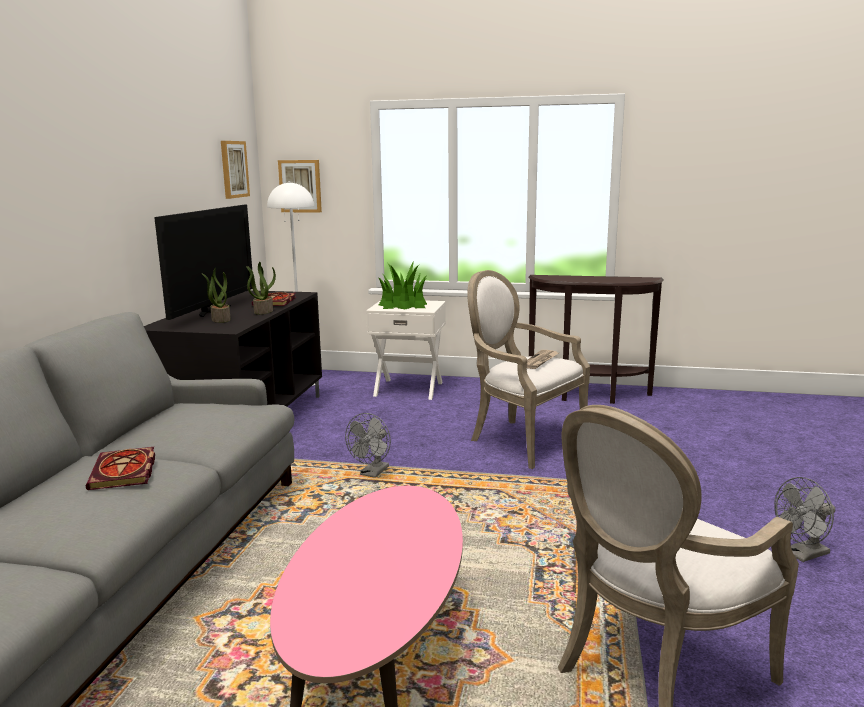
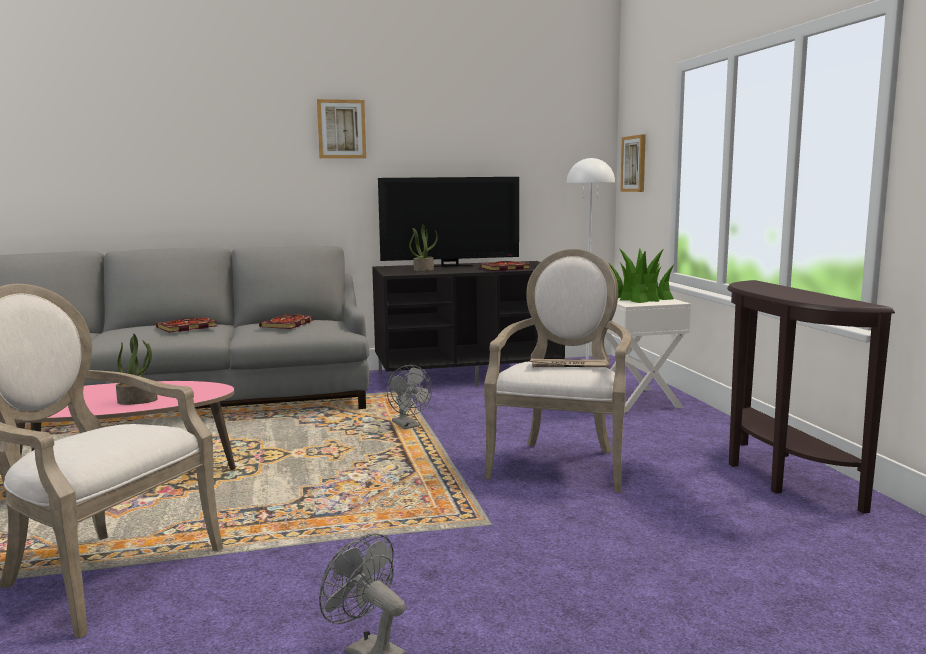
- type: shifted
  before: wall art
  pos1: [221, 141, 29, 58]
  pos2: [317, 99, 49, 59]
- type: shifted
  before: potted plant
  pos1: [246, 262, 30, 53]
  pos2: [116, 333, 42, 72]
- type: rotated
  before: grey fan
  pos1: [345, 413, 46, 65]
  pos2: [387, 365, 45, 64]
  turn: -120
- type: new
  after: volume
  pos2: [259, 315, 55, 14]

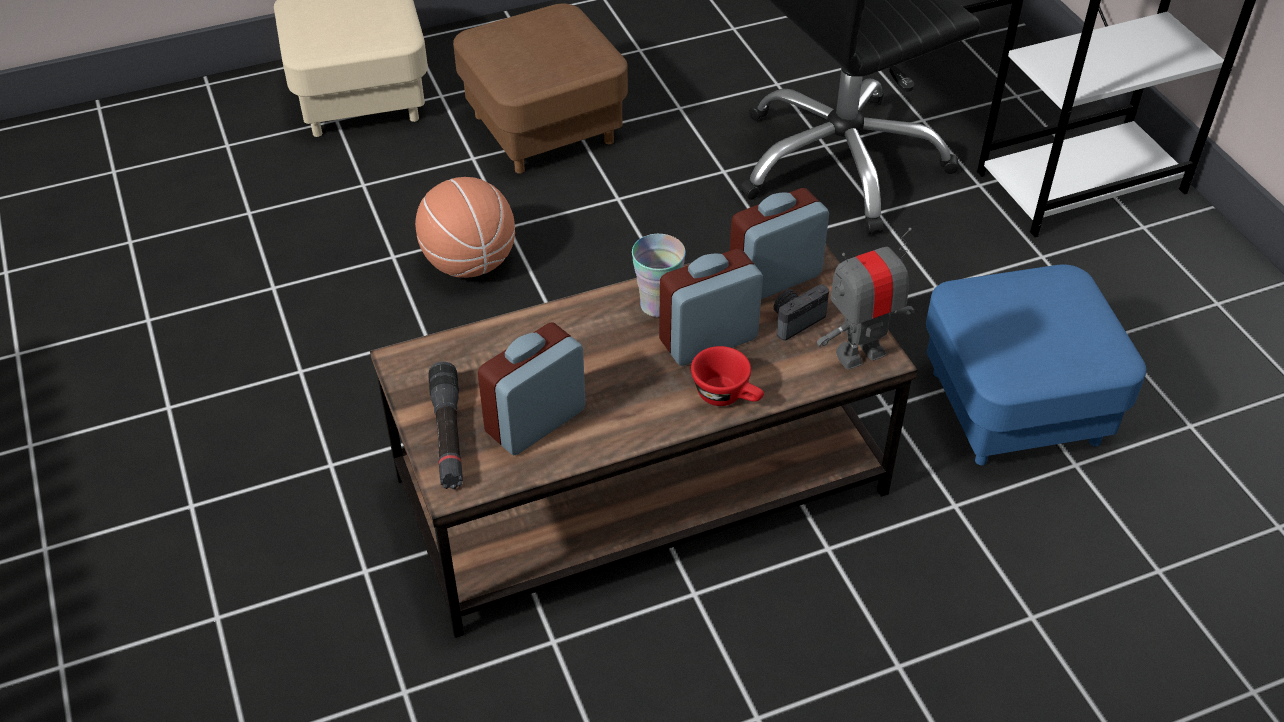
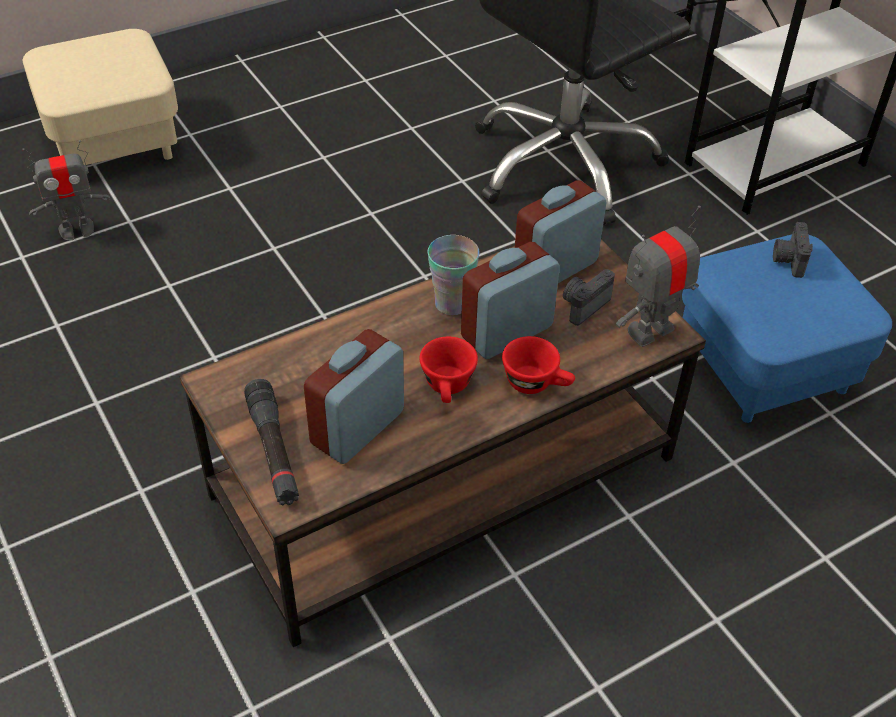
- type: gone
  before: brown-coloured footrest
  pos1: [453, 4, 175, 170]
- type: gone
  before: ball for basketball
  pos1: [415, 177, 100, 101]
- type: new
  after: robot figure
  pos2: [22, 140, 88, 100]
- type: new
  after: photo camera
  pos2: [773, 222, 40, 56]
- type: new
  after: red-coloured cup
  pos2: [420, 337, 58, 66]

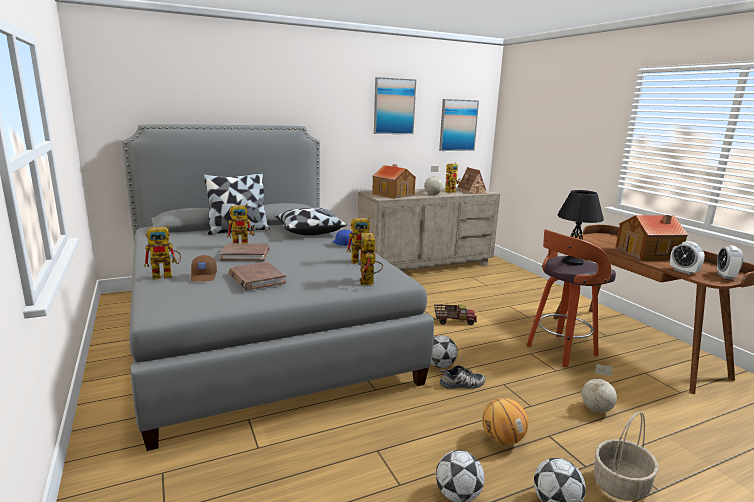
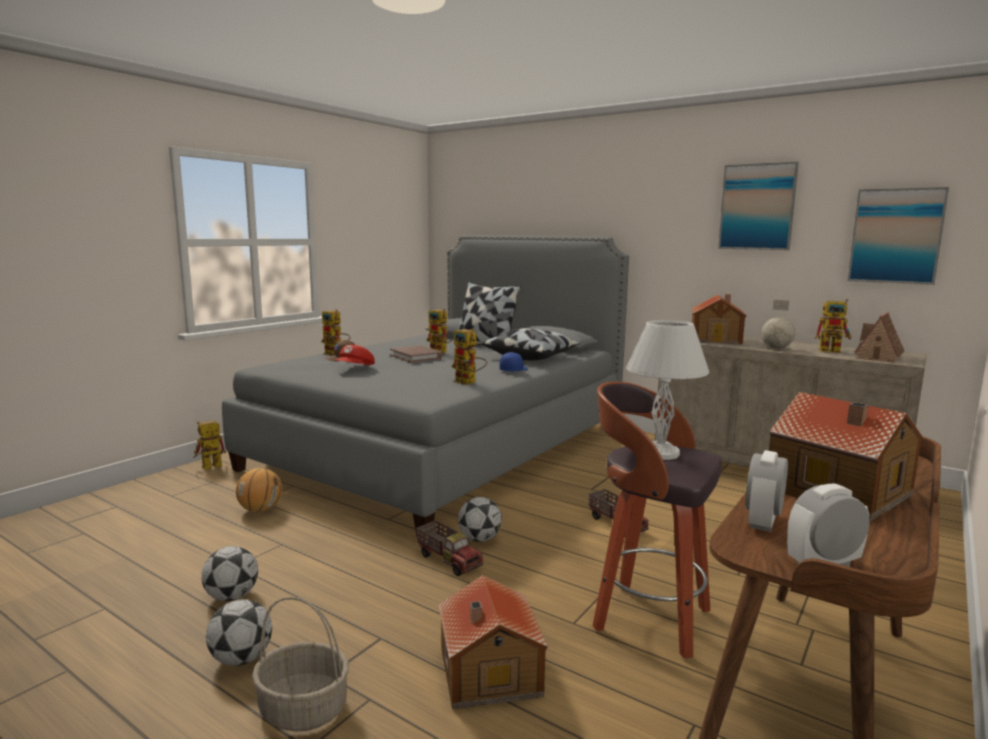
- type: repainted
  before: black lamp for a table
  after: whitish lamp for a table
  pos1: [558, 190, 46, 76]
  pos2: [626, 320, 83, 140]
- type: shifted
  before: robot figure
  pos1: [358, 233, 25, 52]
  pos2: [193, 420, 33, 49]
- type: swapped
  before: brown-coloured volume
  after: red-coloured baseball cap
  pos1: [229, 261, 57, 29]
  pos2: [335, 345, 40, 20]
- type: swapped
  before: desk globe
  after: toy house
  pos1: [582, 364, 35, 49]
  pos2: [438, 575, 110, 134]
- type: swapped
  before: shoe
  after: toy lorry
  pos1: [439, 365, 47, 24]
  pos2: [416, 521, 67, 55]
- type: shifted
  before: ball for basketball
  pos1: [482, 398, 46, 47]
  pos2: [236, 468, 46, 44]

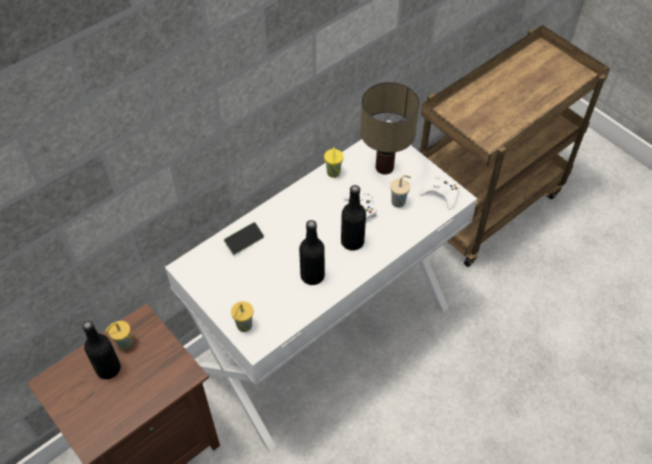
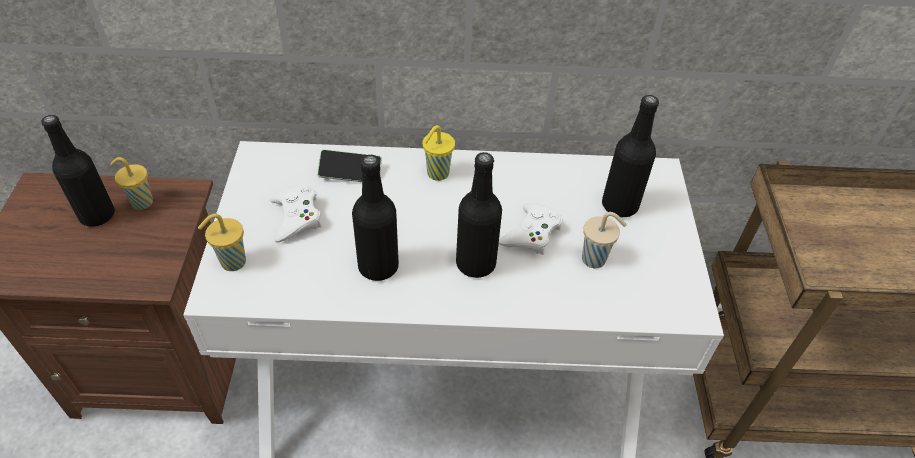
- type: swapped
  before: lamp for a table
  after: black bottle
  pos1: [360, 82, 60, 93]
  pos2: [602, 95, 57, 122]
- type: shifted
  before: yellow cup
  pos1: [324, 147, 20, 31]
  pos2: [423, 125, 32, 56]
- type: shifted
  before: whitish gamepad
  pos1: [419, 175, 40, 35]
  pos2: [269, 186, 52, 56]

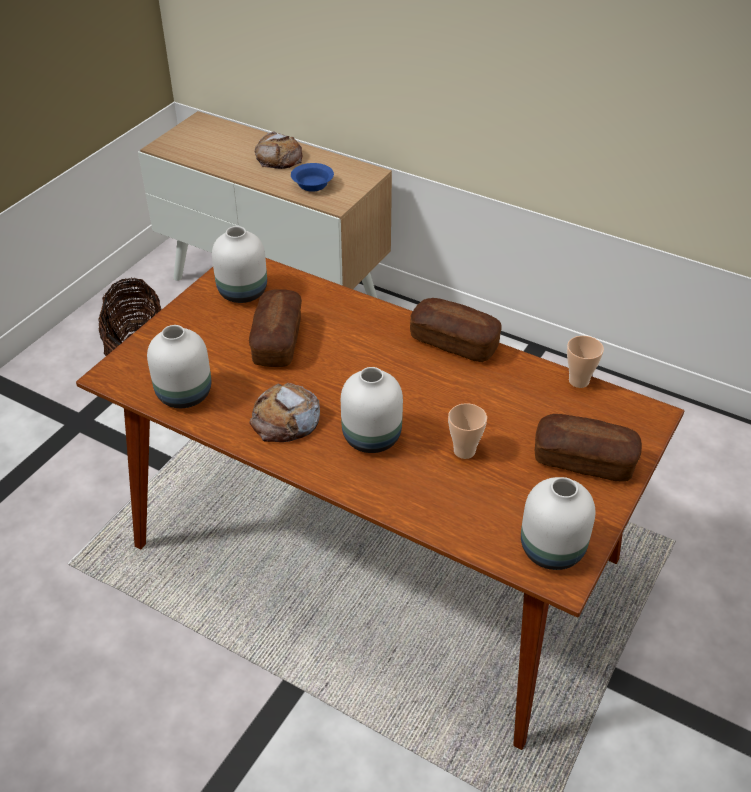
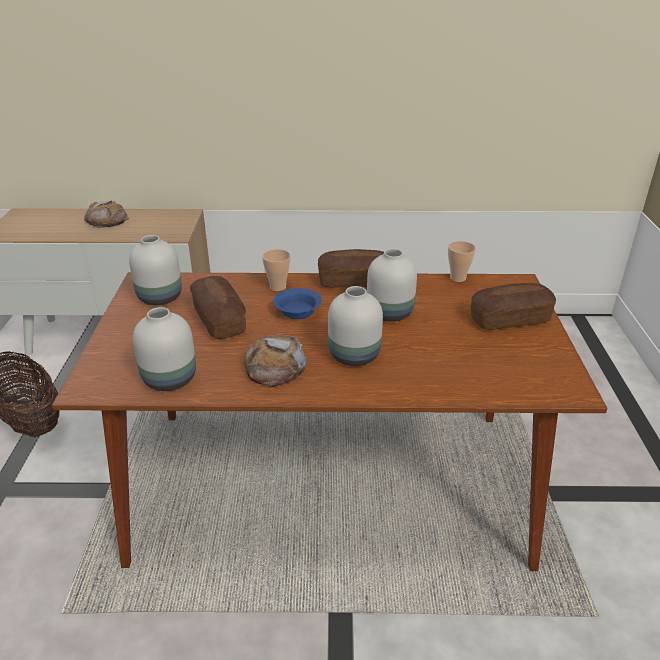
- type: shifted
  before: bluish bowl
  pos1: [291, 163, 43, 29]
  pos2: [273, 288, 49, 31]
- type: shifted
  before: cup
  pos1: [448, 403, 39, 56]
  pos2: [262, 249, 29, 42]
- type: shifted
  before: whitish decorative vase
  pos1: [521, 477, 75, 93]
  pos2: [367, 248, 50, 74]

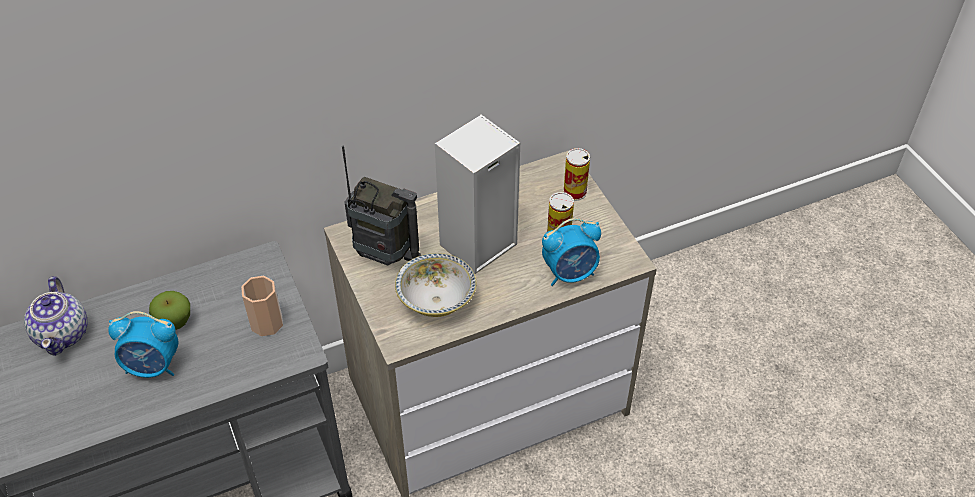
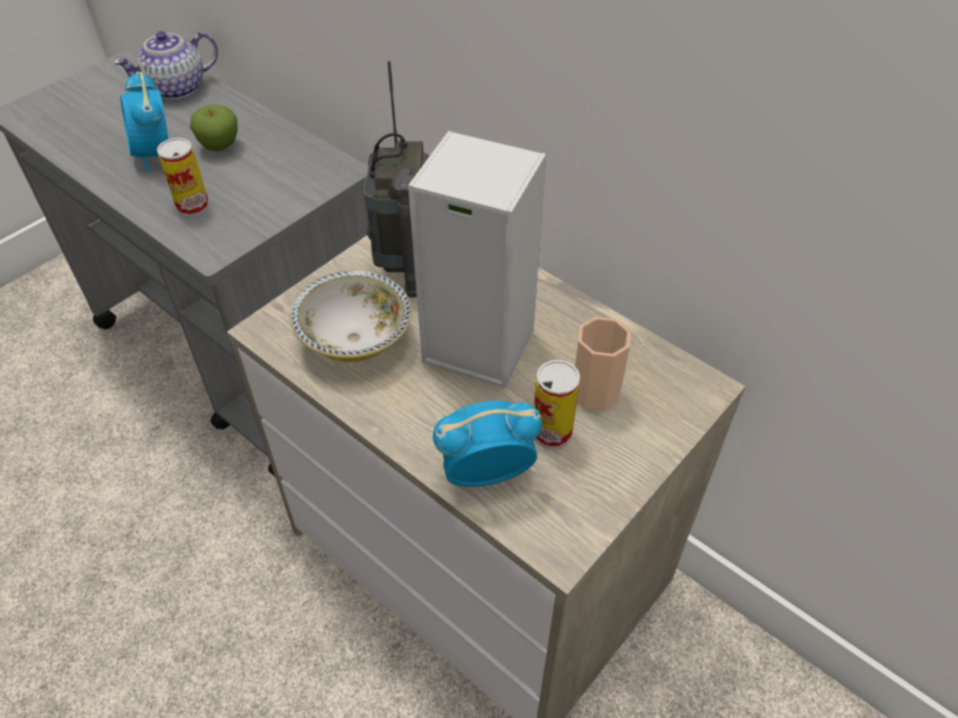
- type: shifted
  before: metal can
  pos1: [563, 148, 27, 53]
  pos2: [157, 138, 52, 78]
- type: rotated
  before: bedside clock
  pos1: [542, 218, 59, 68]
  pos2: [433, 401, 109, 86]
  turn: 120
- type: shifted
  before: cup
  pos1: [241, 276, 42, 60]
  pos2: [575, 317, 56, 95]

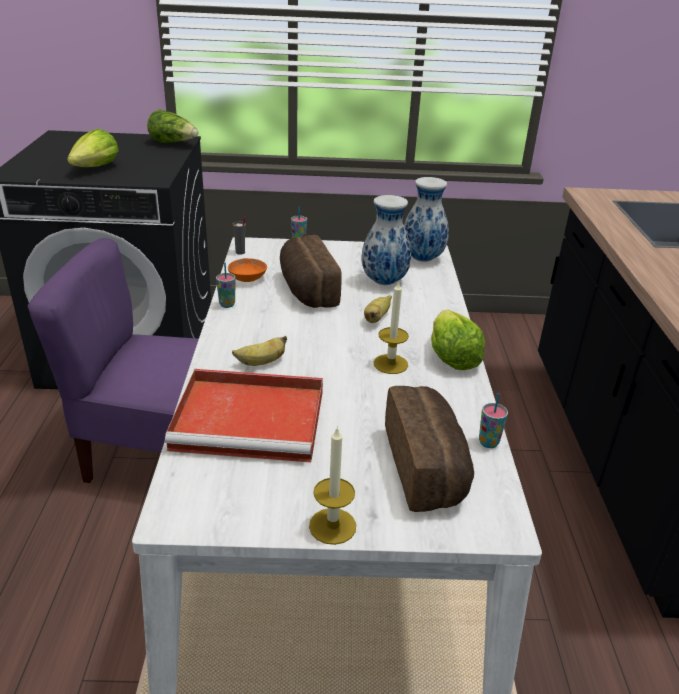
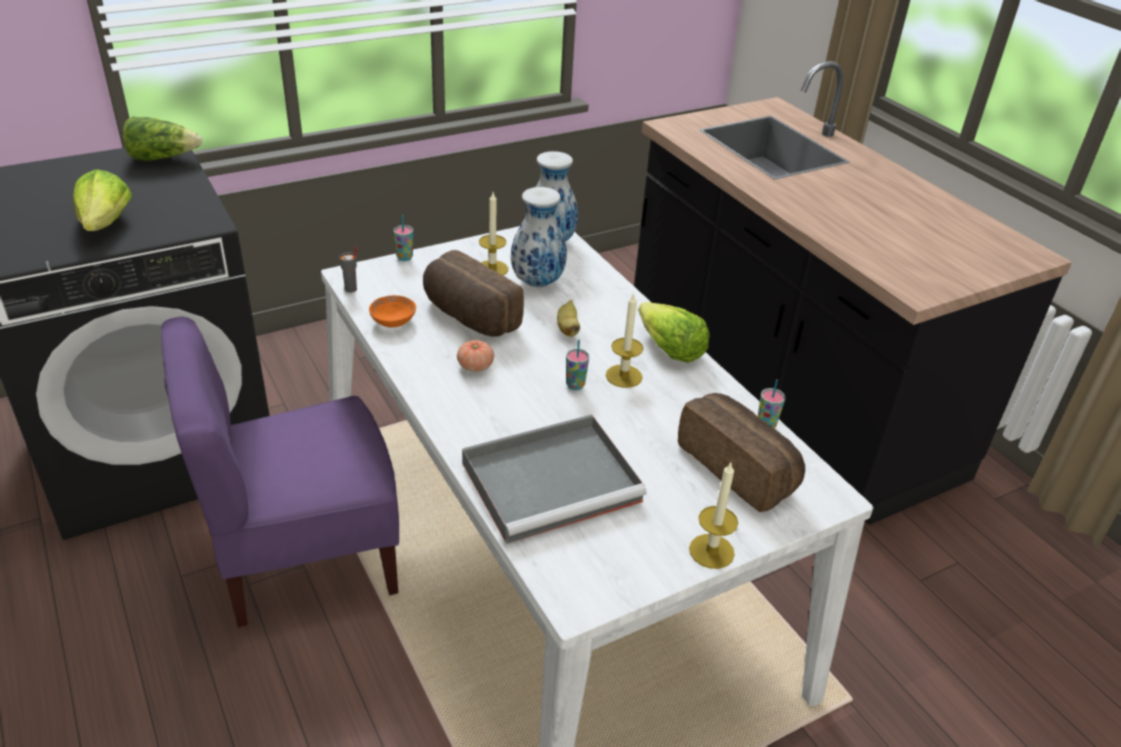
- type: shifted
  before: cup
  pos1: [216, 263, 20, 45]
  pos2: [566, 339, 23, 51]
- type: gone
  before: whole banana
  pos1: [232, 335, 55, 31]
- type: repainted
  before: red-coloured serving tray
  after: grey serving tray
  pos1: [165, 369, 158, 93]
  pos2: [462, 414, 184, 130]
- type: new
  after: wax light
  pos2: [479, 192, 29, 83]
- type: new
  after: fresh tomato
  pos2: [457, 340, 37, 32]

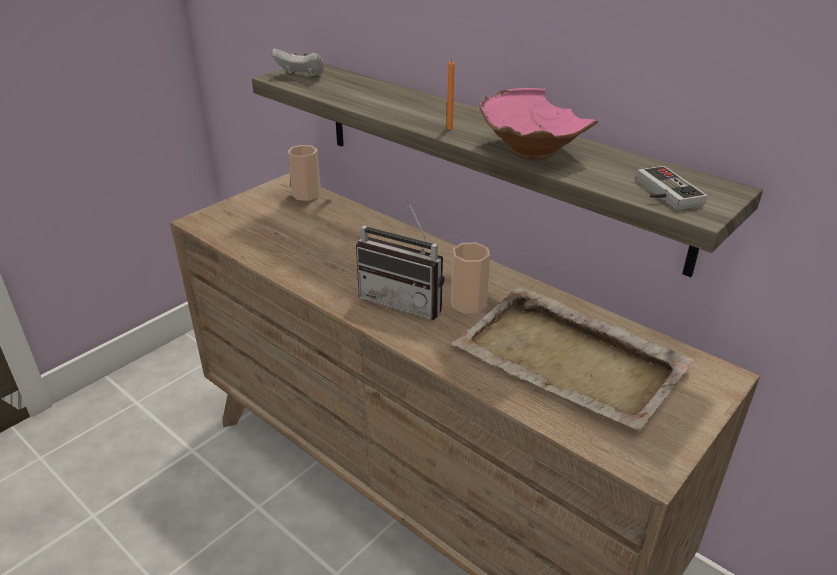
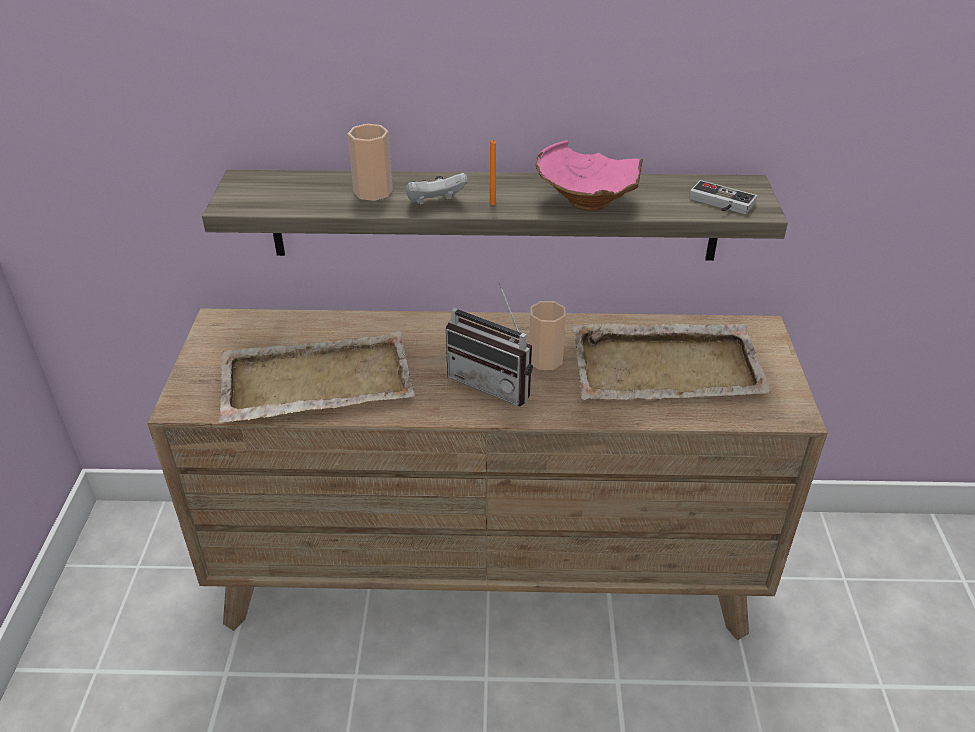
- type: shifted
  before: whitish gamepad
  pos1: [271, 48, 53, 29]
  pos2: [406, 173, 61, 32]
- type: shifted
  before: cup
  pos1: [288, 145, 33, 56]
  pos2: [348, 124, 45, 77]
- type: rotated
  before: radio set
  pos1: [356, 199, 89, 121]
  pos2: [446, 282, 87, 124]
  turn: 45
- type: new
  after: beige serving tray
  pos2: [219, 331, 196, 92]

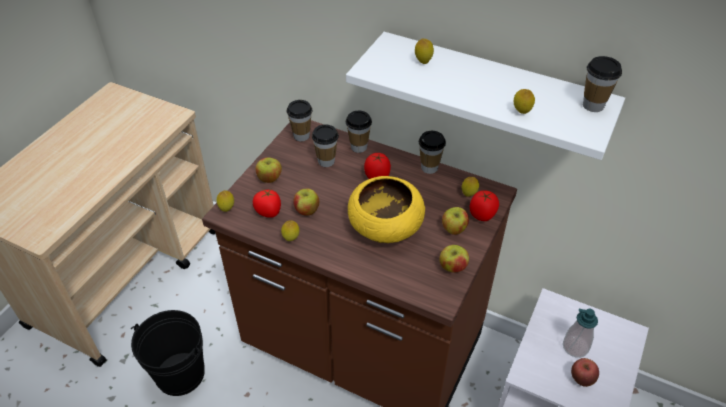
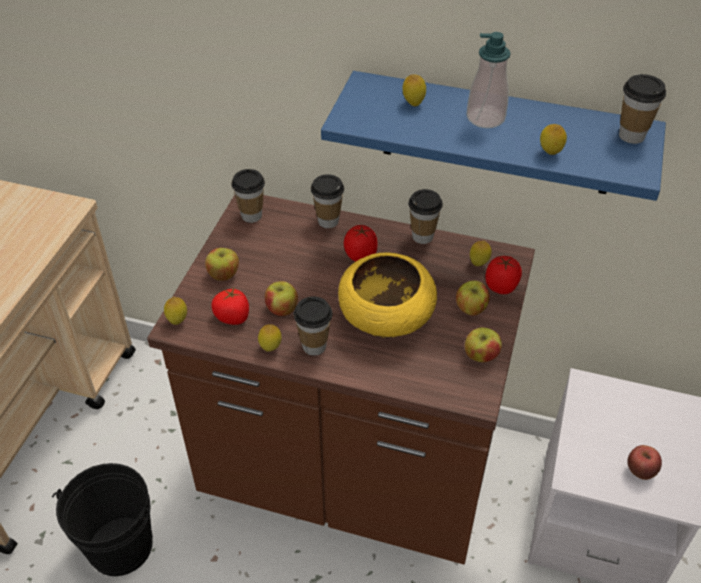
- type: repainted
  before: whitish wall shelf
  after: bluish wall shelf
  pos1: [346, 32, 279, 128]
  pos2: [321, 71, 345, 130]
- type: shifted
  before: cup
  pos1: [312, 124, 27, 43]
  pos2: [294, 296, 39, 60]
- type: shifted
  before: liquid soap bottle
  pos1: [563, 309, 35, 49]
  pos2: [466, 32, 45, 96]

